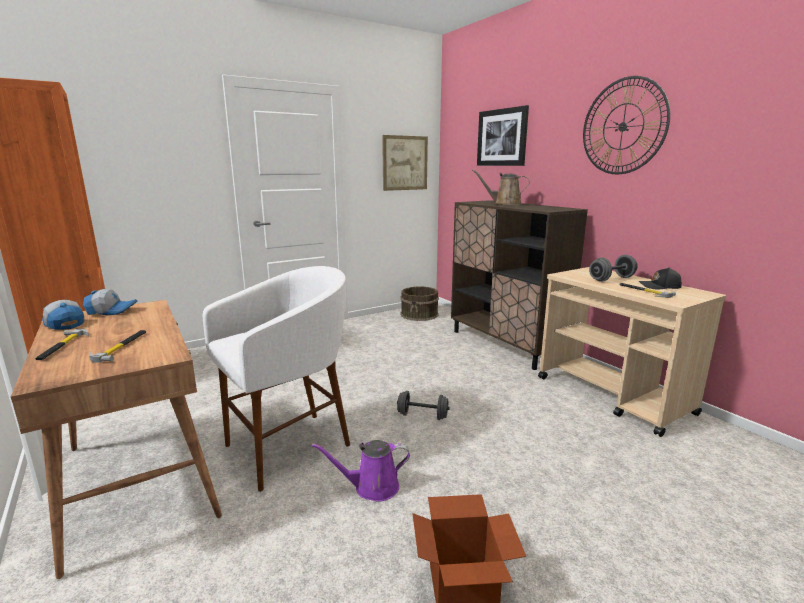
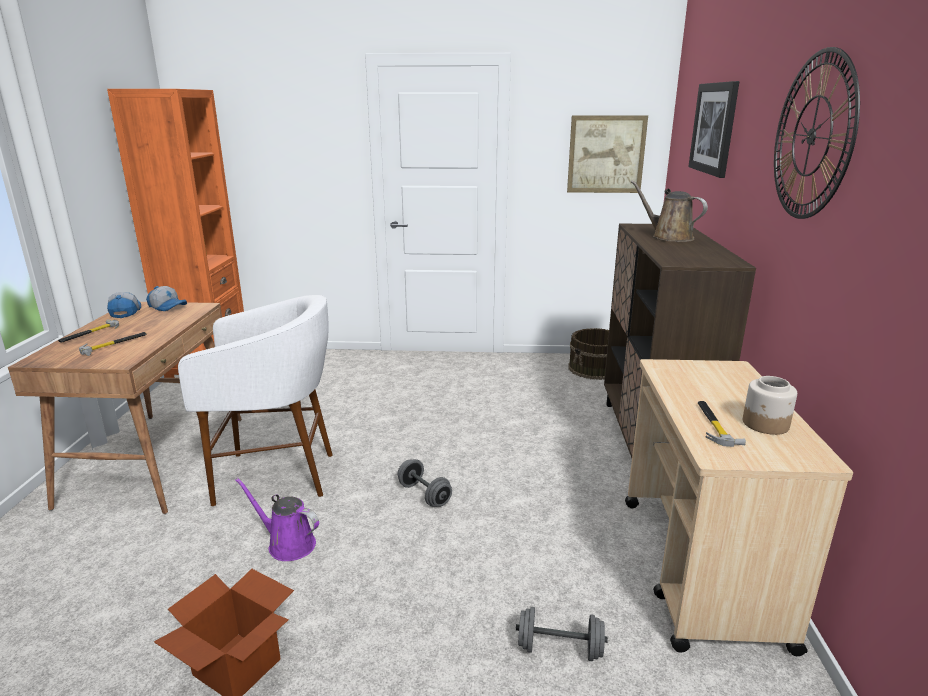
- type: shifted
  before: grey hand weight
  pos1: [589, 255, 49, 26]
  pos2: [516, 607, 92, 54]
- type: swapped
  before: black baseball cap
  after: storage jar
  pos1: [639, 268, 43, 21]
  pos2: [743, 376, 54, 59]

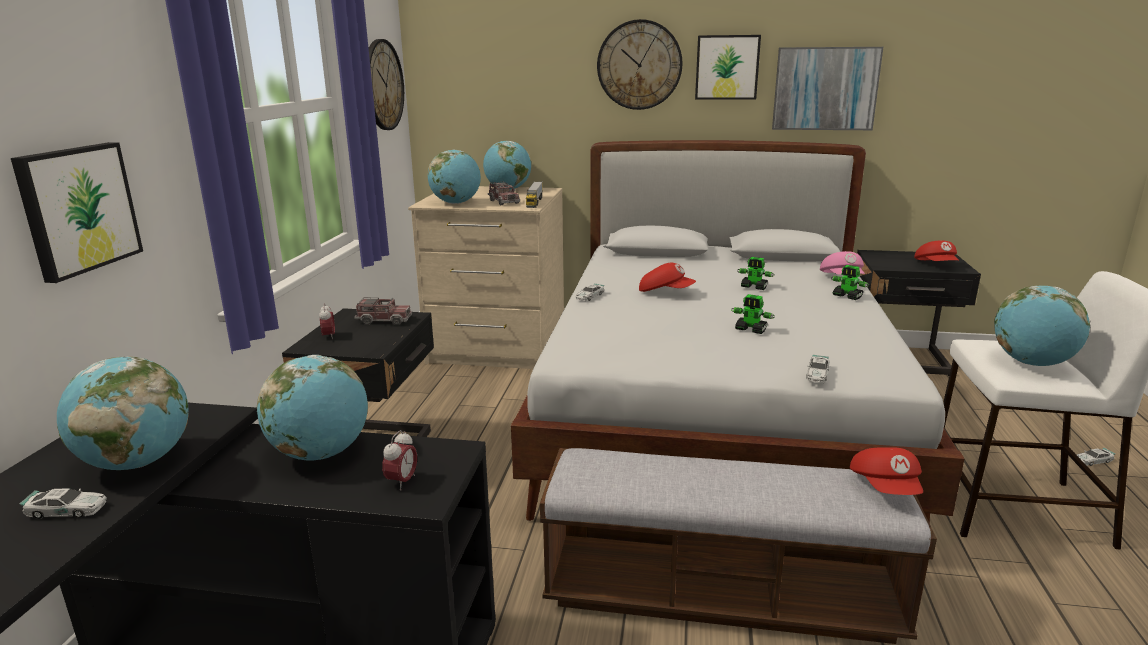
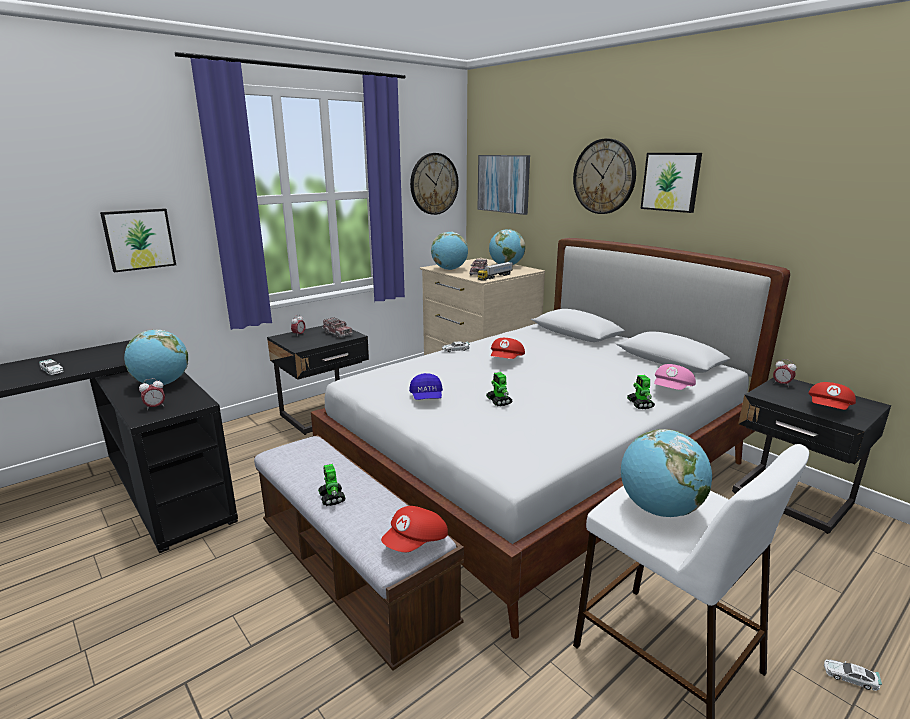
- type: shifted
  before: wall art
  pos1: [772, 47, 111, 83]
  pos2: [478, 155, 52, 60]
- type: shifted
  before: robot figure
  pos1: [738, 257, 37, 33]
  pos2: [318, 464, 28, 42]
- type: rotated
  before: red-coloured baseball cap
  pos1: [639, 263, 57, 29]
  pos2: [491, 338, 34, 21]
  turn: 45
- type: gone
  before: miniature car
  pos1: [806, 355, 23, 28]
- type: gone
  before: desk globe
  pos1: [57, 356, 132, 114]
- type: new
  after: bedside clock
  pos2: [773, 359, 24, 26]
- type: new
  after: bluish baseball cap
  pos2: [409, 373, 34, 27]

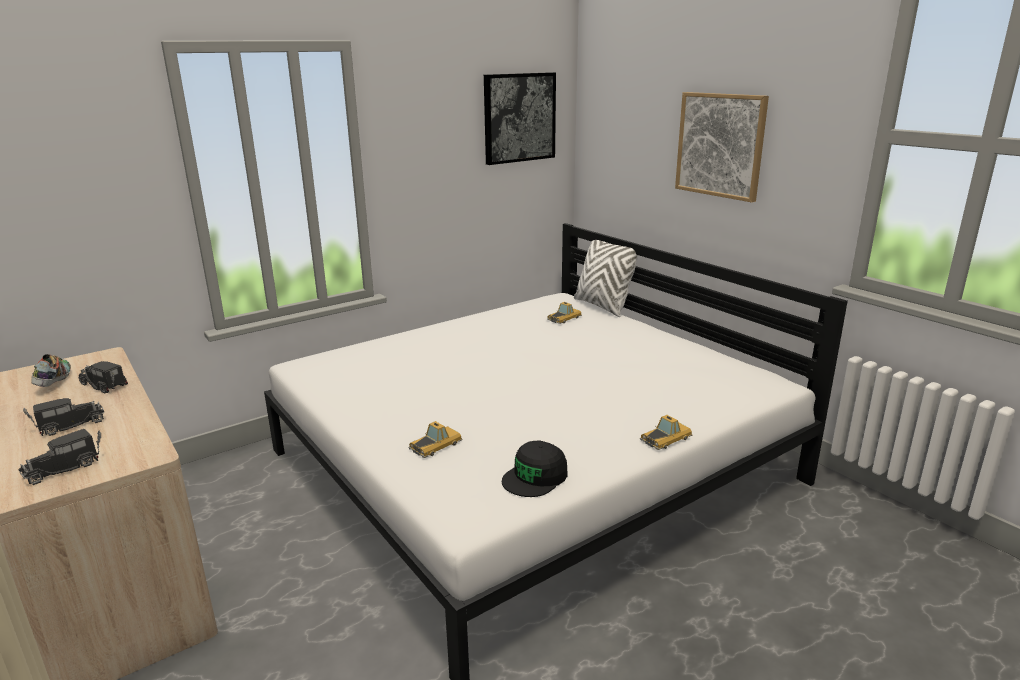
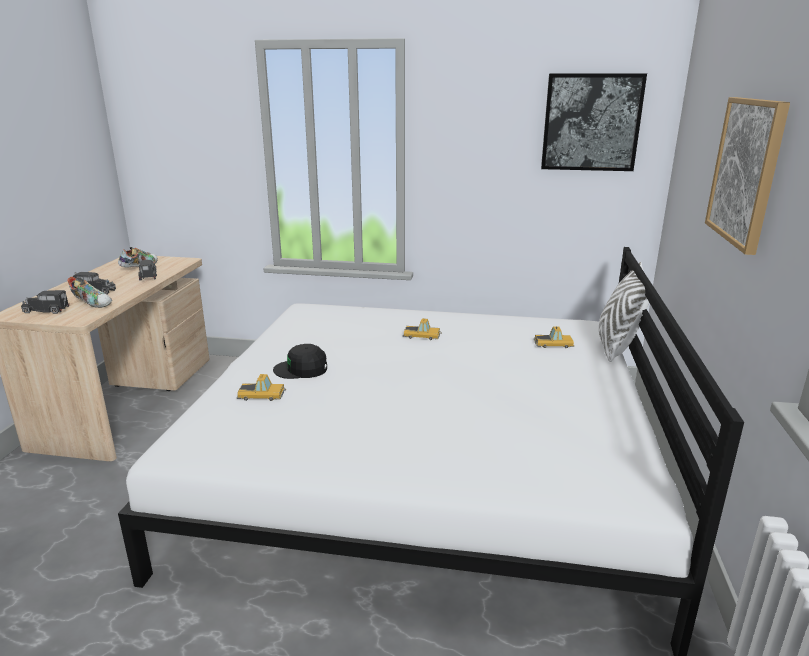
- type: shifted
  before: miniature car
  pos1: [640, 415, 52, 35]
  pos2: [403, 318, 39, 22]
- type: shifted
  before: black baseball cap
  pos1: [502, 440, 66, 57]
  pos2: [273, 344, 54, 35]
- type: new
  after: shoe
  pos2: [67, 277, 45, 31]

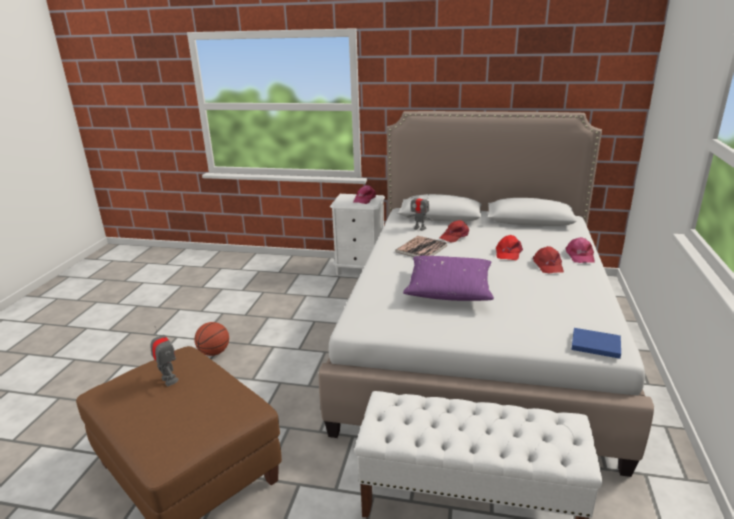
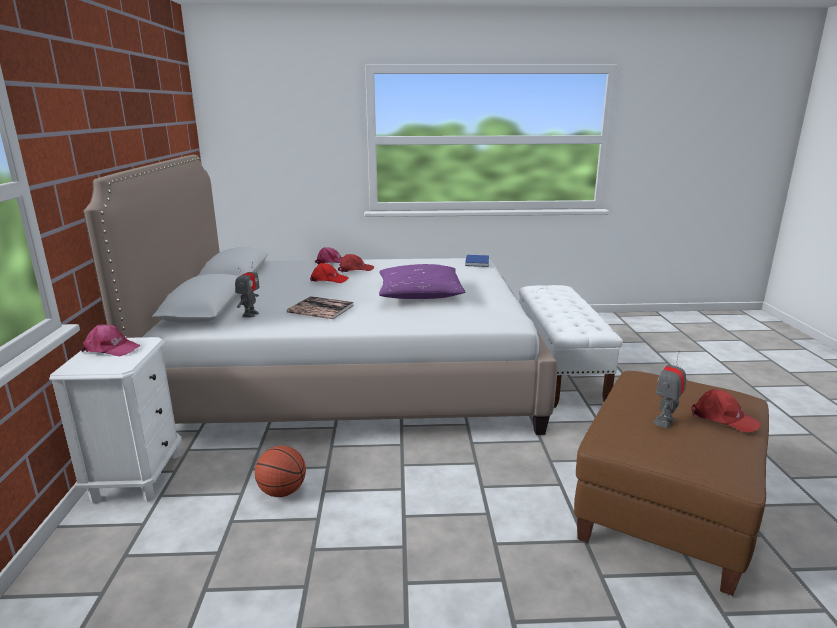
- type: shifted
  before: red-coloured baseball cap
  pos1: [439, 220, 30, 23]
  pos2: [691, 389, 70, 44]
- type: shifted
  before: ball for basketball
  pos1: [194, 322, 35, 34]
  pos2: [255, 446, 51, 51]

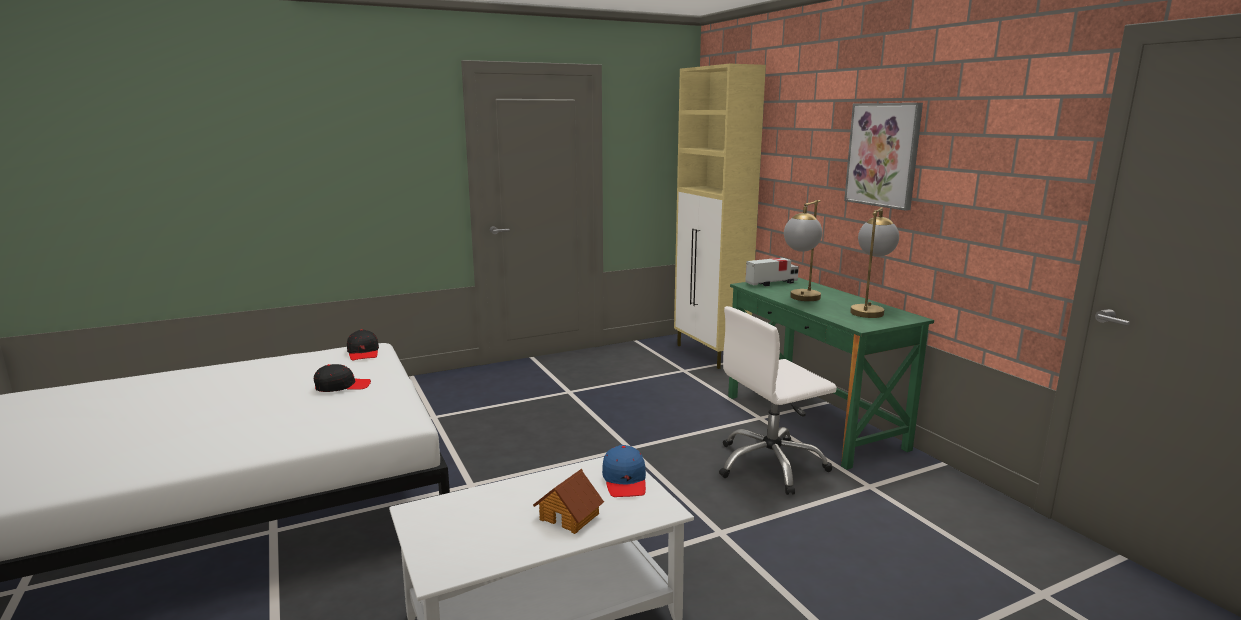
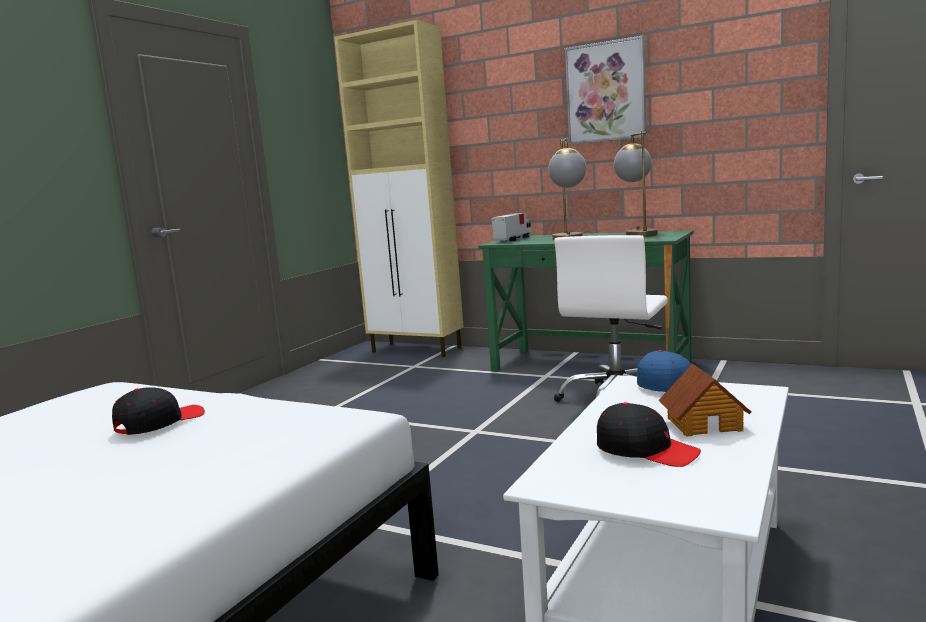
- type: shifted
  before: black baseball cap
  pos1: [347, 329, 32, 32]
  pos2: [597, 402, 104, 65]

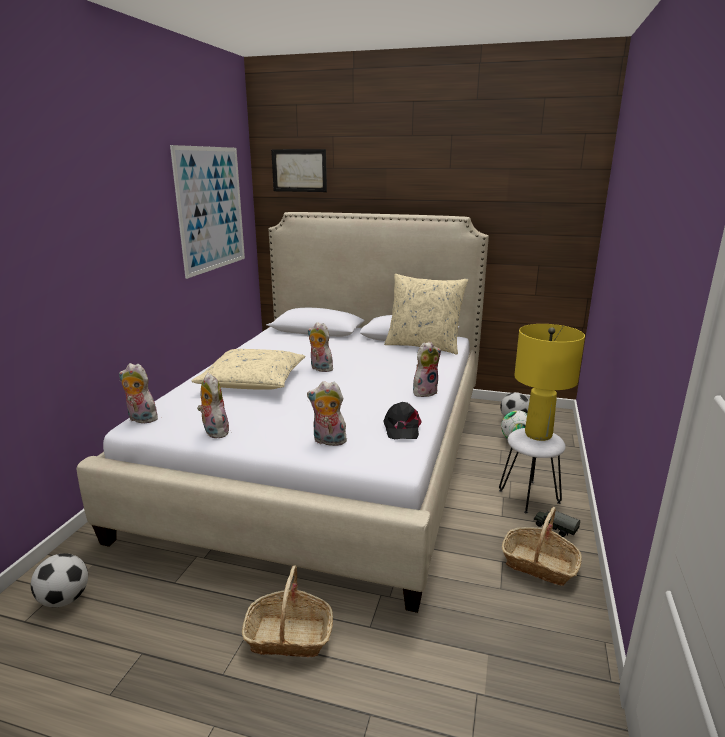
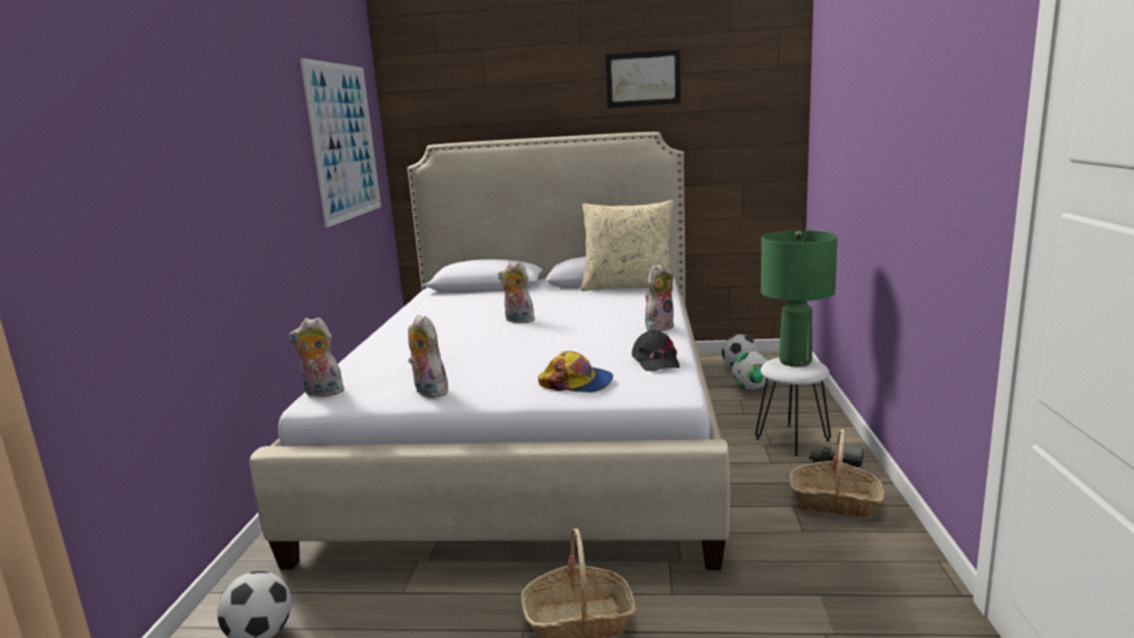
- type: shifted
  before: wall art
  pos1: [271, 149, 56, 43]
  pos2: [605, 49, 76, 59]
- type: repainted
  before: yellow lamp for a table
  after: green-coloured lamp for a table
  pos1: [514, 324, 71, 117]
  pos2: [761, 230, 77, 137]
- type: gone
  before: beige cushion
  pos1: [191, 349, 114, 41]
- type: swapped
  before: plush toy
  after: baseball cap
  pos1: [307, 381, 40, 65]
  pos2: [538, 351, 75, 42]

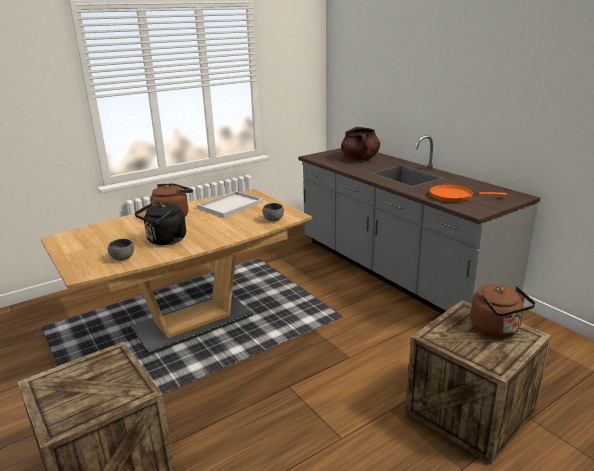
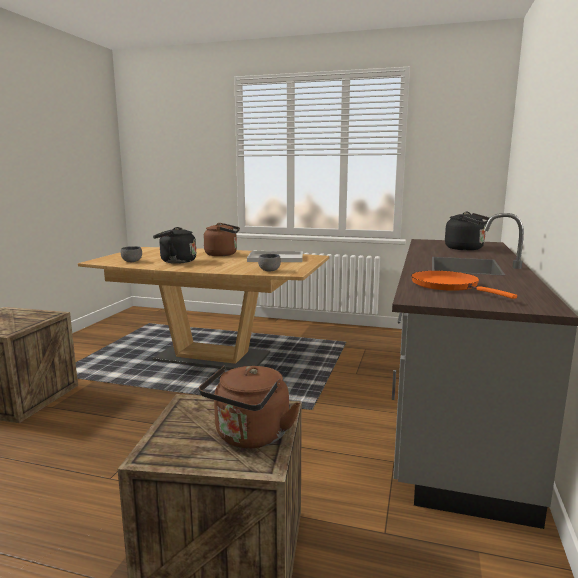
- type: swapped
  before: brown-coloured saucepot
  after: black water kettle
  pos1: [341, 127, 39, 33]
  pos2: [445, 212, 48, 38]

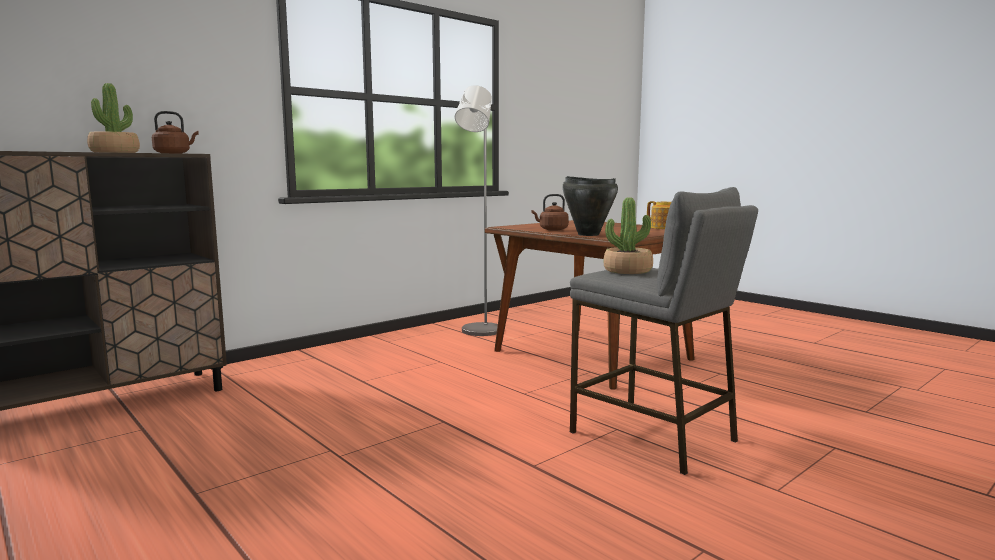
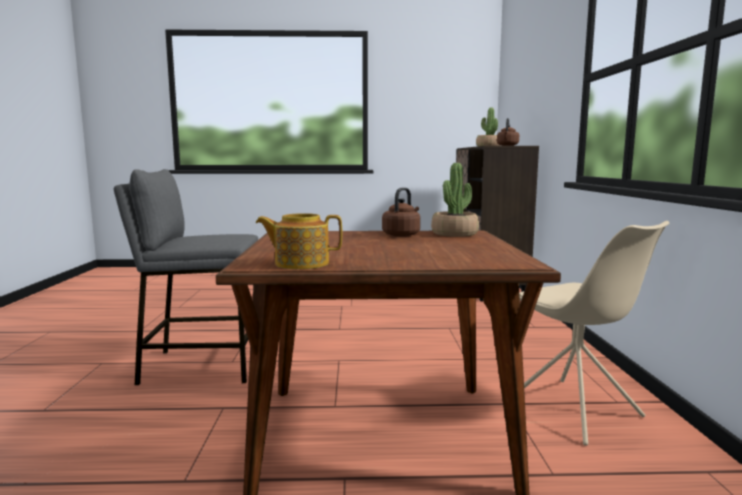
- type: swapped
  before: grey standard lamp
  after: beige upright chair
  pos1: [455, 85, 43, 251]
  pos2: [519, 221, 150, 225]
- type: gone
  before: black saucepot
  pos1: [563, 176, 55, 60]
- type: shifted
  before: potted plant
  pos1: [603, 197, 50, 77]
  pos2: [431, 163, 48, 74]

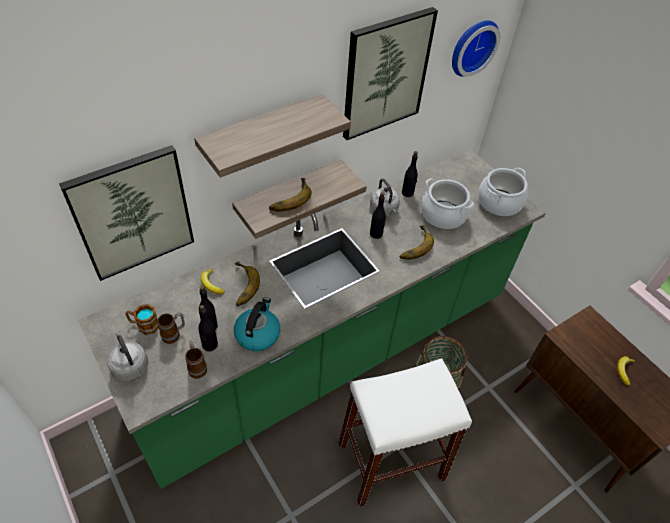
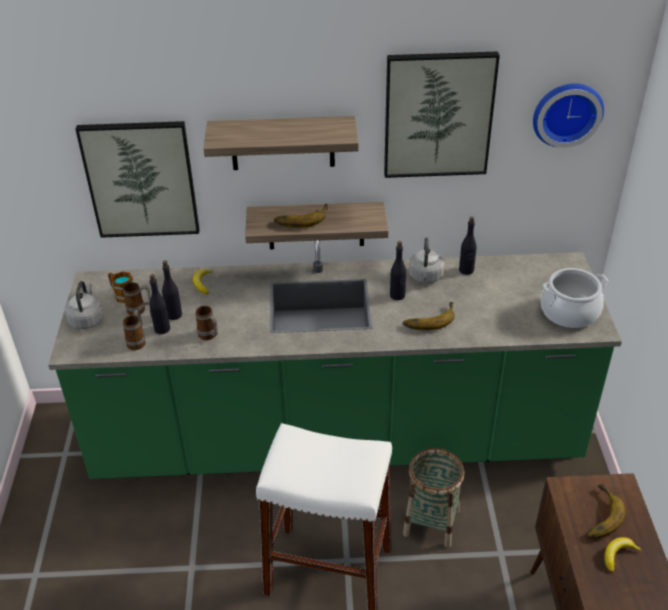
- type: gone
  before: saucepot
  pos1: [421, 178, 53, 51]
- type: shifted
  before: whole banana
  pos1: [235, 261, 25, 45]
  pos2: [585, 484, 40, 55]
- type: swapped
  before: water kettle
  after: coffee mug
  pos1: [234, 297, 46, 54]
  pos2: [195, 306, 23, 34]

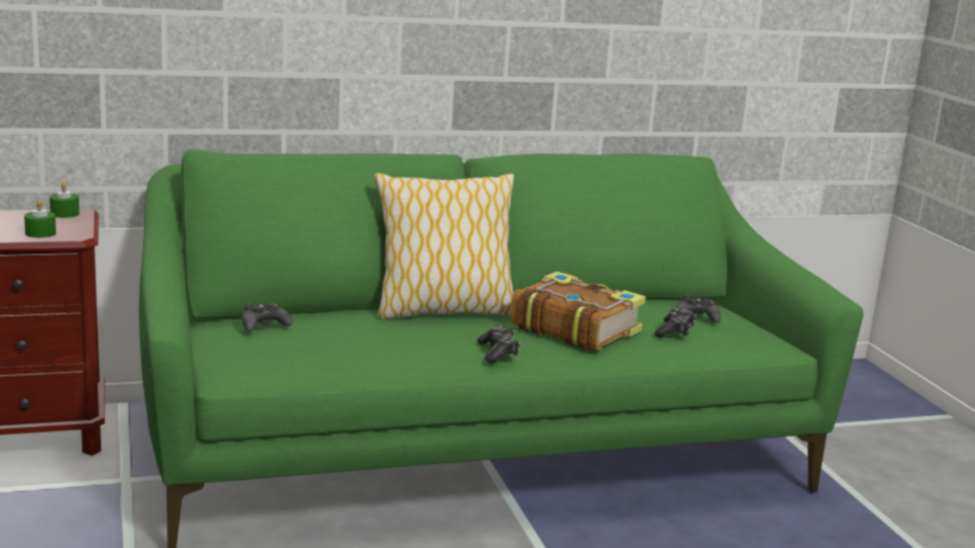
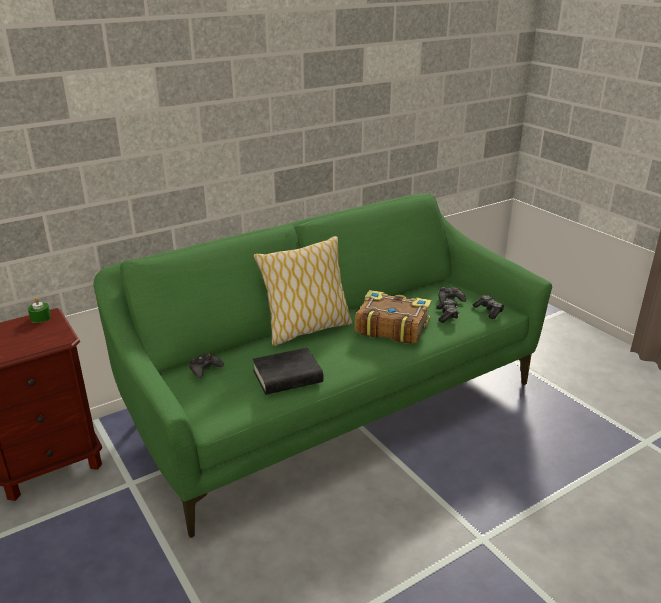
- type: gone
  before: green-coloured wax light
  pos1: [24, 200, 32, 38]
- type: shifted
  before: gamepad
  pos1: [477, 325, 43, 38]
  pos2: [472, 295, 32, 24]
- type: new
  after: black volume
  pos2: [252, 348, 72, 47]

